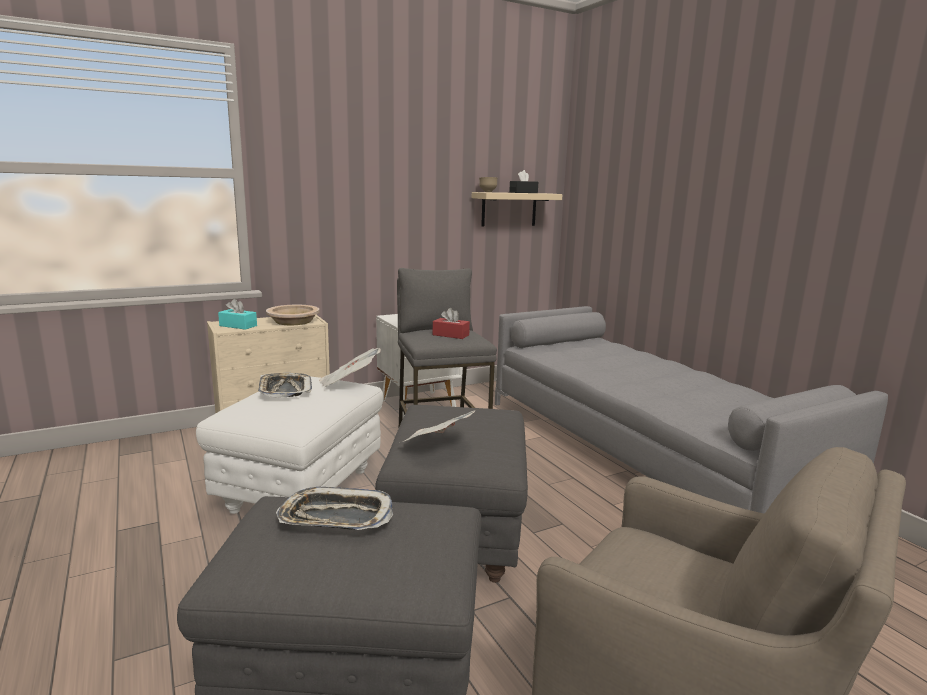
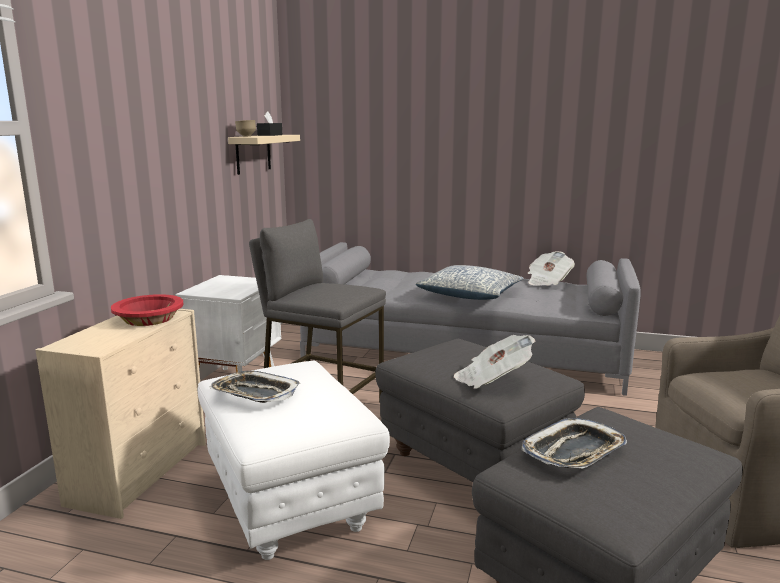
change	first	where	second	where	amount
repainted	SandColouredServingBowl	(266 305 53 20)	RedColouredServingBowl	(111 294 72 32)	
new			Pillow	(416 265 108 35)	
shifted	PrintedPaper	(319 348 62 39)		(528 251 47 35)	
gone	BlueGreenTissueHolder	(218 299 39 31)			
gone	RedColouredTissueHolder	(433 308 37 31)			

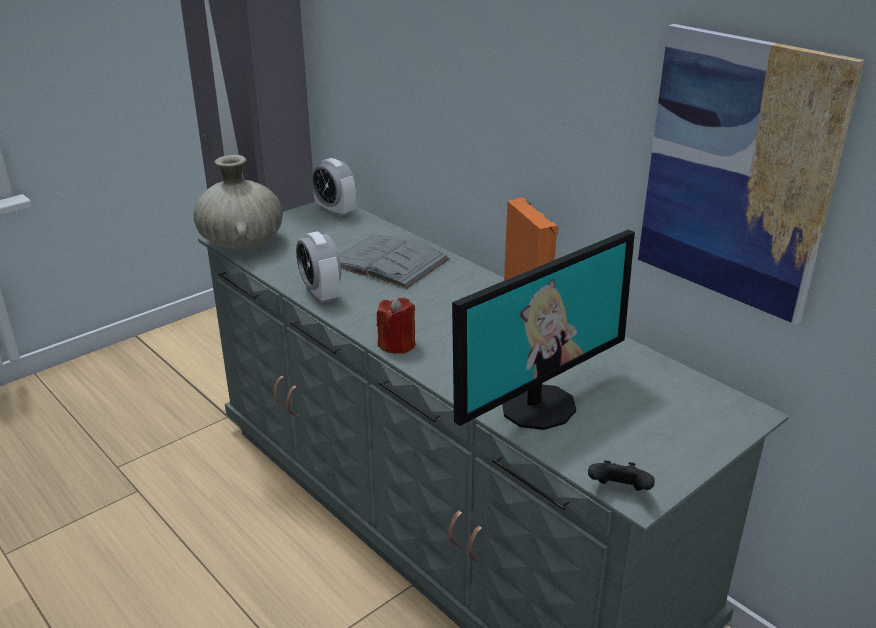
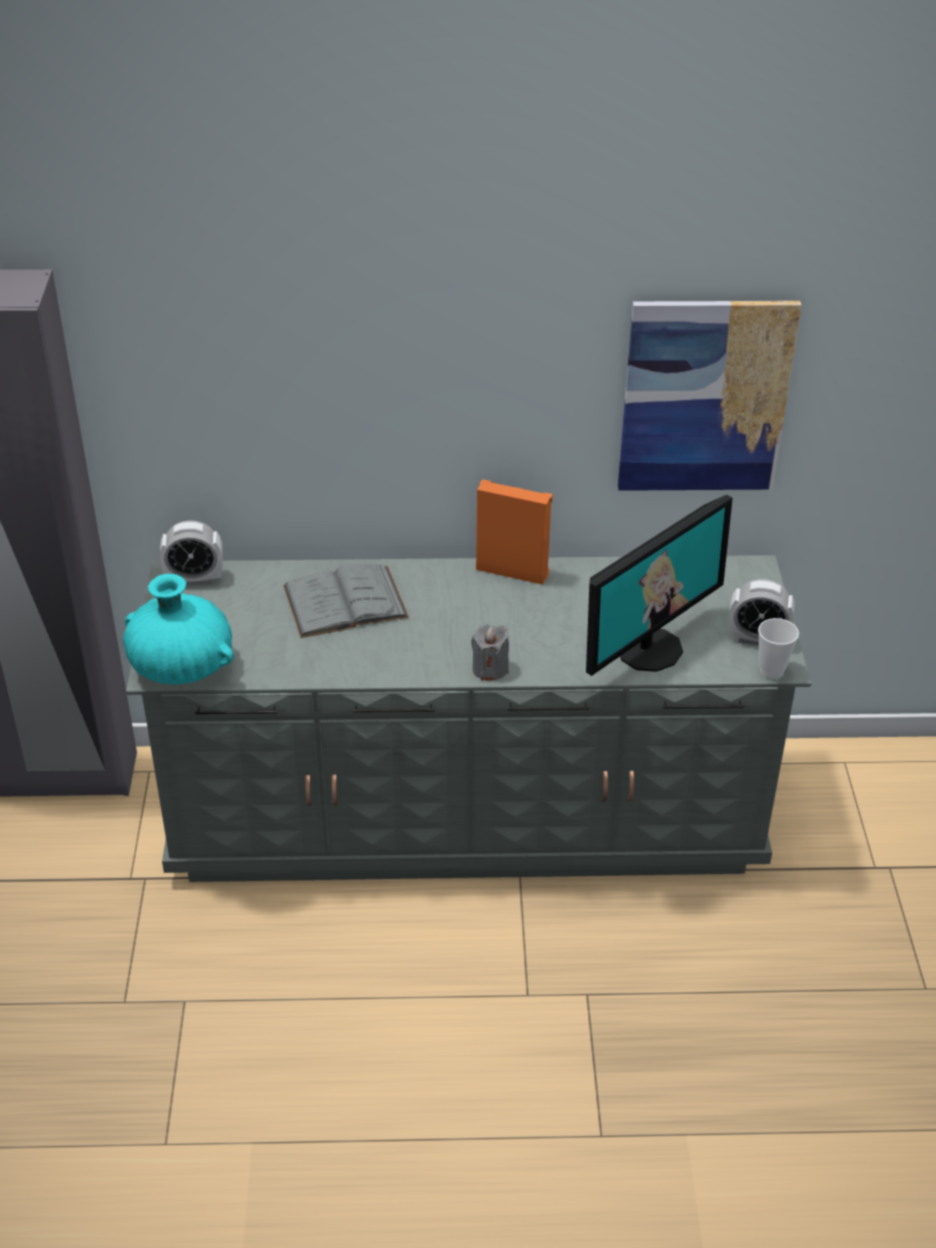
change	first	where	second	where	amount
repainted	SandColouredFlowerVase	(193 155 90 94)	BlueGreenFlowerVase	(123 574 111 110)	
repainted	RedColouredWaxCandle	(377 297 38 57)	GrayWaxCandle	(471 624 38 57)	
rotated	Monitor	(452 230 183 200)		(586 495 147 181)	45 degrees clockwise
shifted	TableClock	(296 232 45 72)		(728 579 67 66)	
swapped	BlackishGameController	(588 460 67 31)	DrinkingCup	(758 618 41 61)	

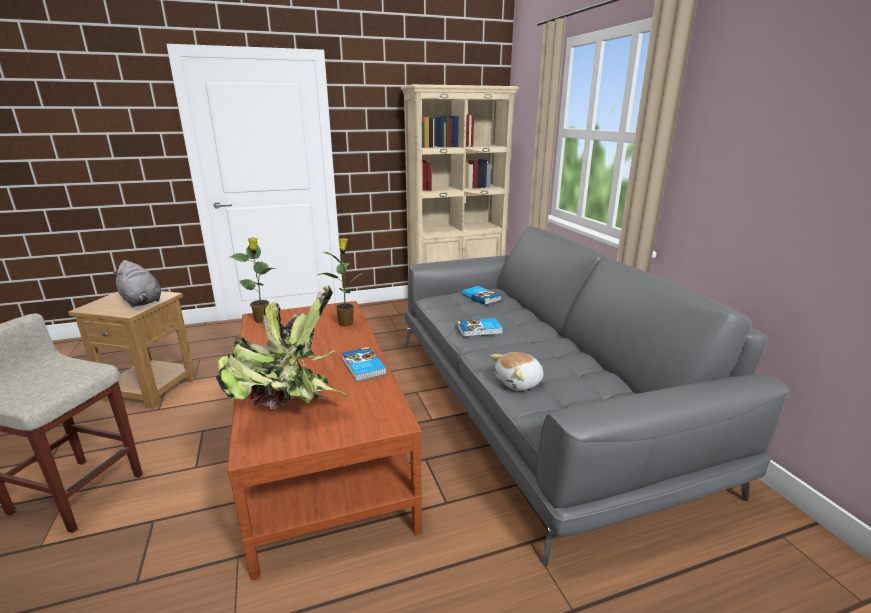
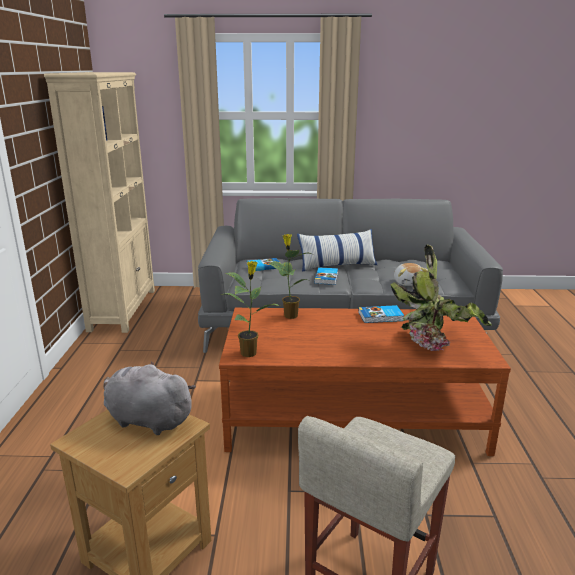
change	first	where	second	where	amount
rotated	GraySoftToy	(113 260 48 47)		(103 362 93 73)	135 degrees counterclockwise
new			Pillow	(297 229 80 42)	

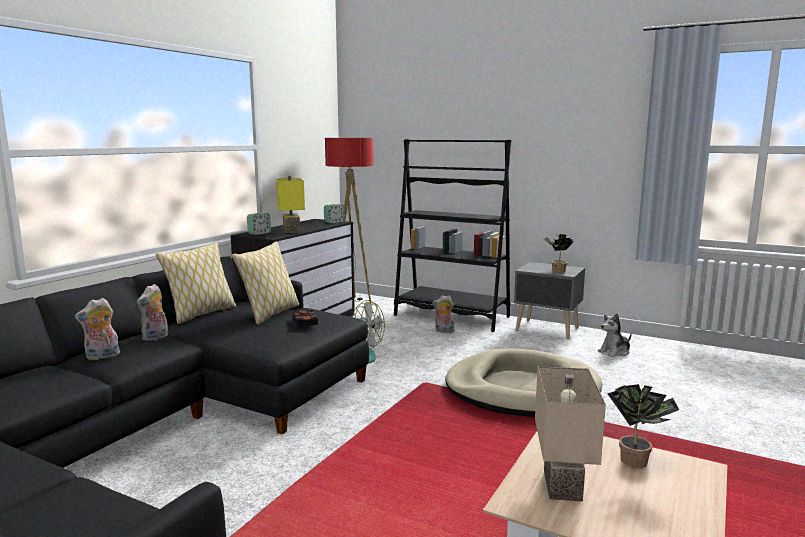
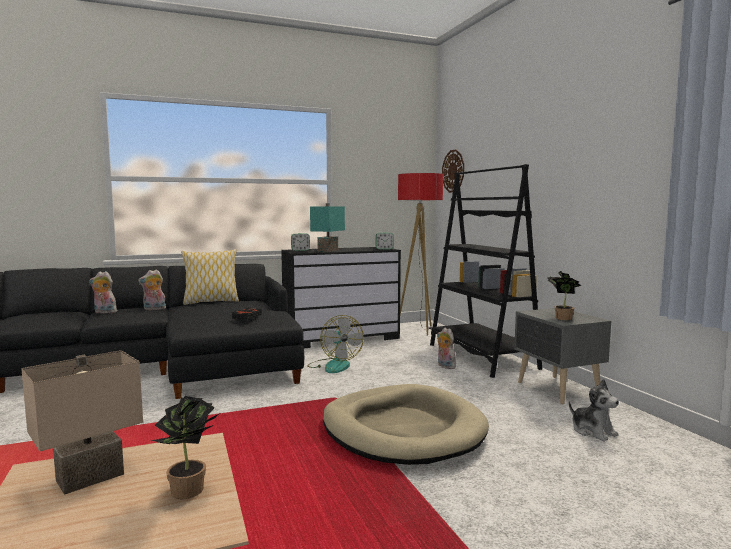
change	first	where	second	where	amount
repainted	YellowTabletopLamp	(276 176 29 57)	BlueGreenTabletopLamp	(310 203 35 49)	
new			HangingClock	(442 149 22 44)	
rotated	SoftToy	(598 313 34 44)		(569 379 50 63)	135 degrees counterclockwise
gone	Pillow	(232 242 67 83)			

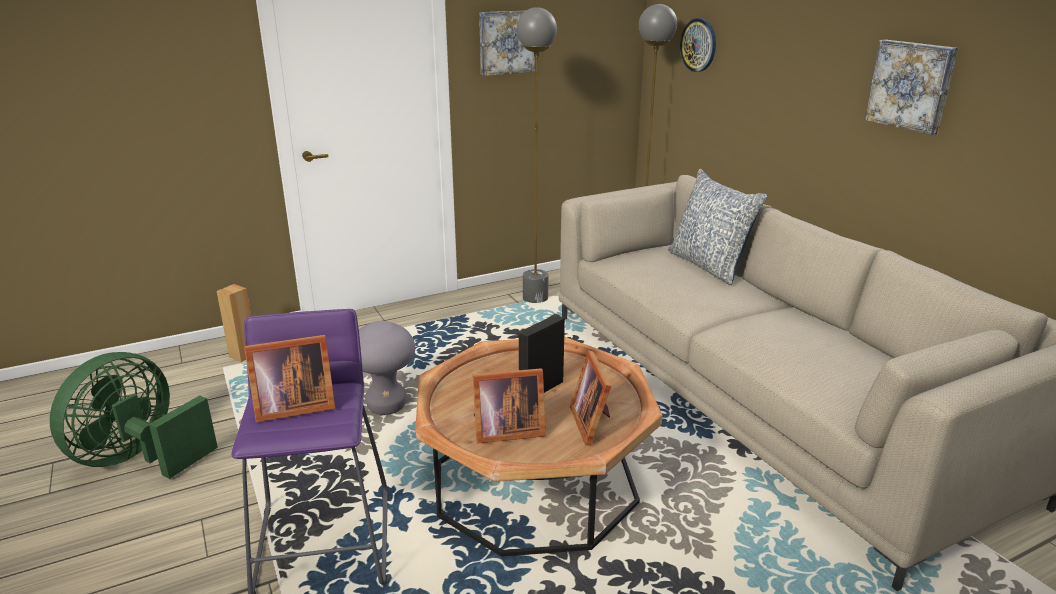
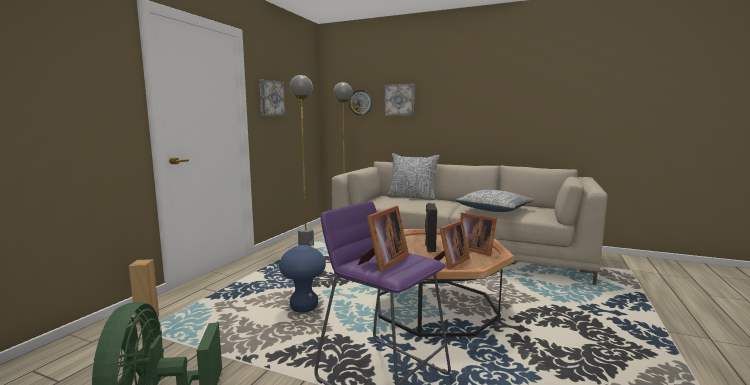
change	first	where	second	where	amount
repainted	GraySittingStool	(359 321 56 94)	BlueColouredSittingStool	(279 245 47 68)	
shifted	Picture	(865 40 93 95)		(385 84 29 32)	
new			Pillow	(456 190 78 22)	

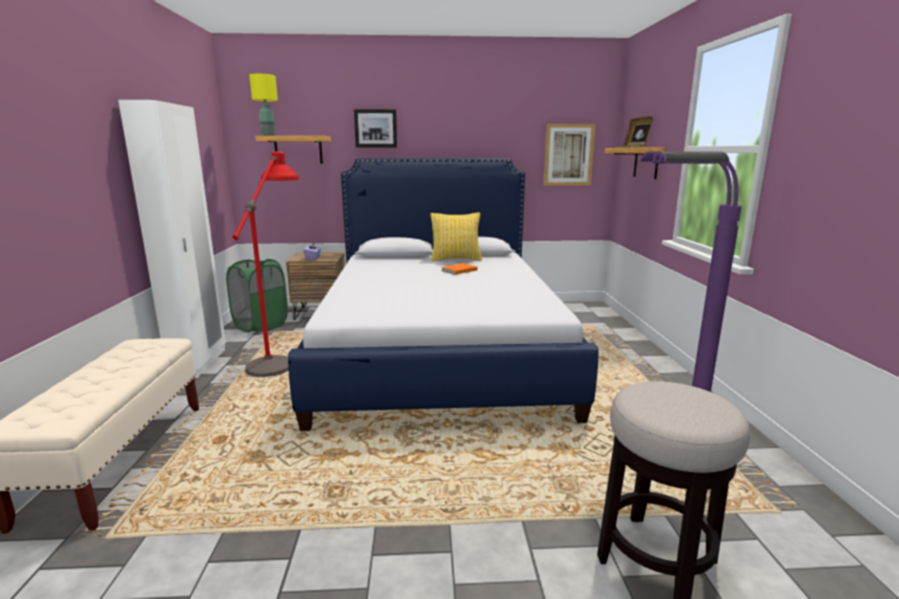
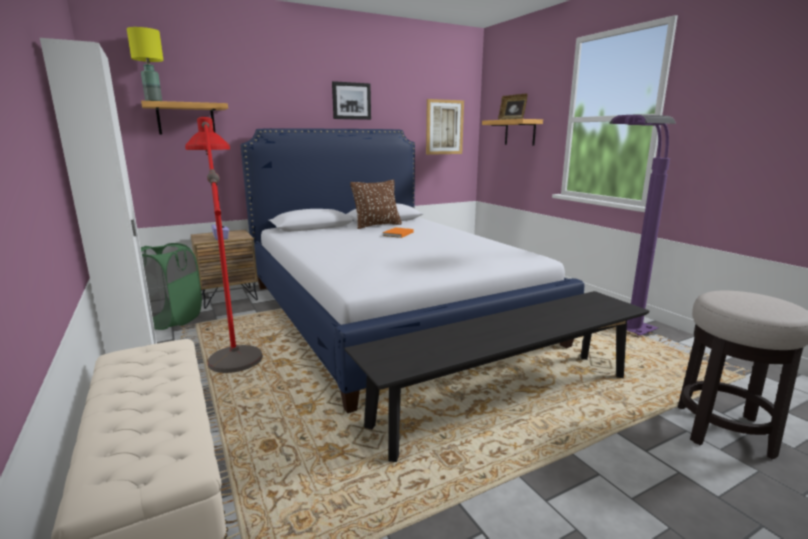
change	first	where	second	where	amount
shifted	Picture	(354 109 43 38)		(332 81 39 39)	
new			BlackishBench	(344 291 305 171)	
repainted	YellowPillow	(430 212 52 49)	BrownColouredPillow	(350 180 52 49)	

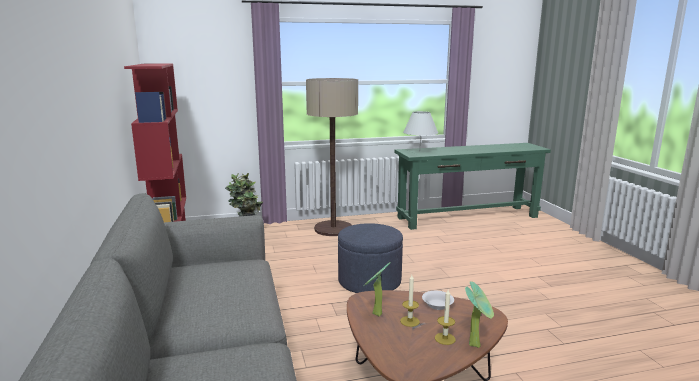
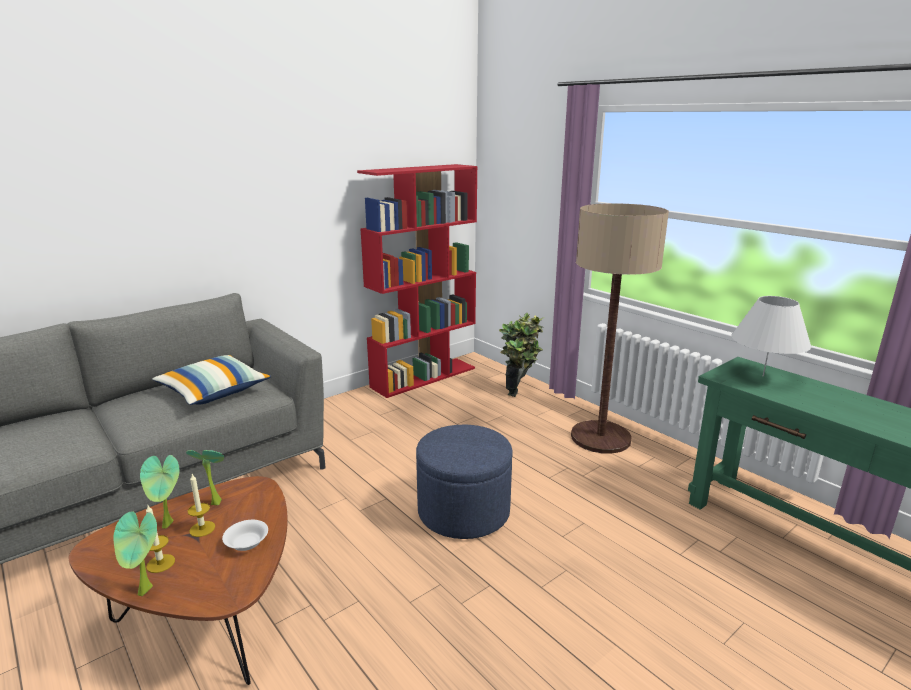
change	first	where	second	where	amount
new			PottedPlant	(140 455 39 74)	
new			Pillow	(152 355 119 50)	

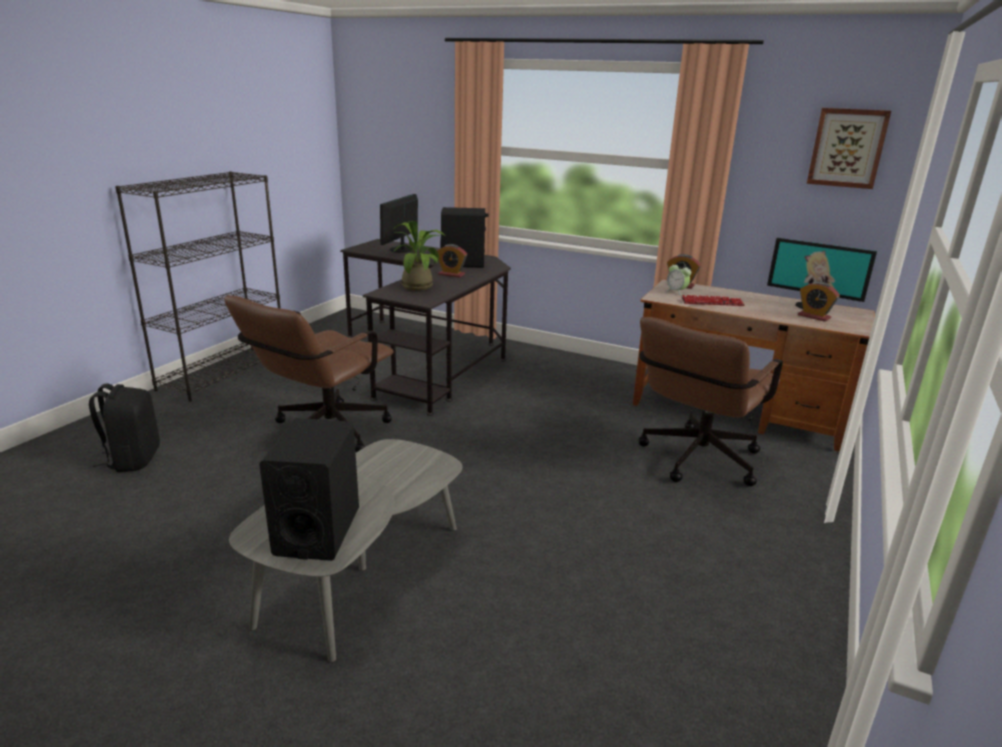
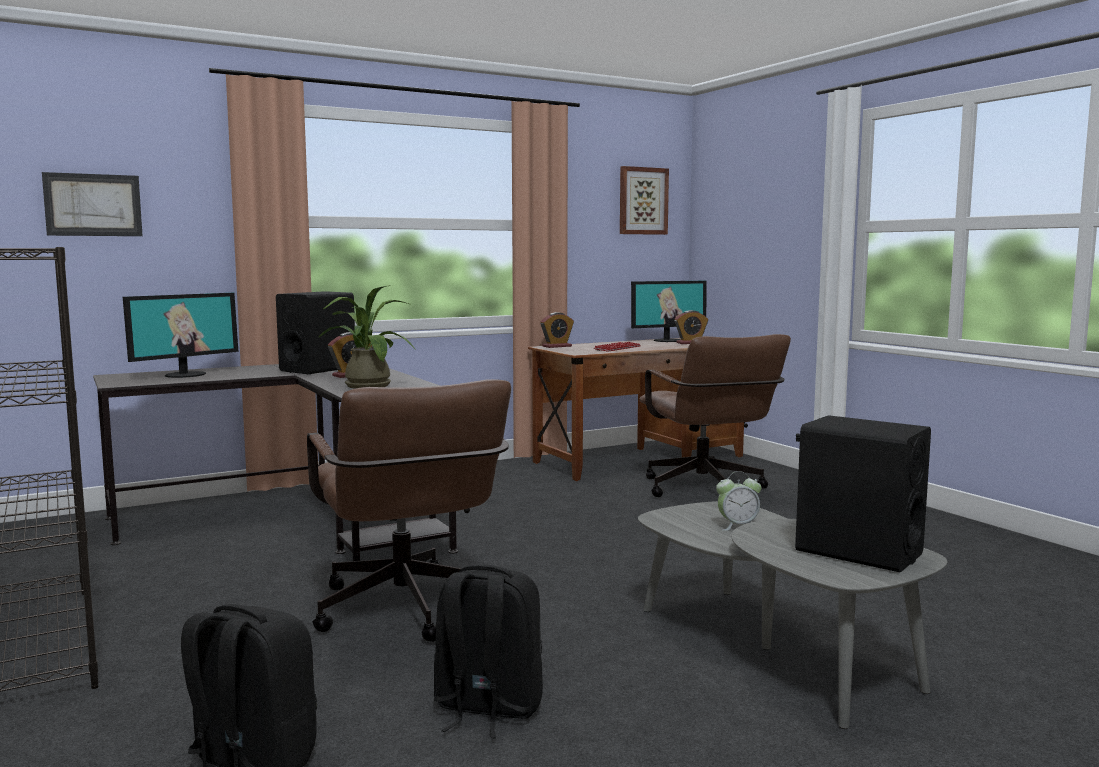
change	first	where	second	where	amount
new			Picture	(42 172 101 64)	
rotated	Monitor	(380 194 38 59)		(123 293 116 85)	105 degrees counterclockwise
new			BlackishRucksack	(433 564 110 175)	
shifted	TableClock	(665 262 26 33)		(716 471 45 60)	

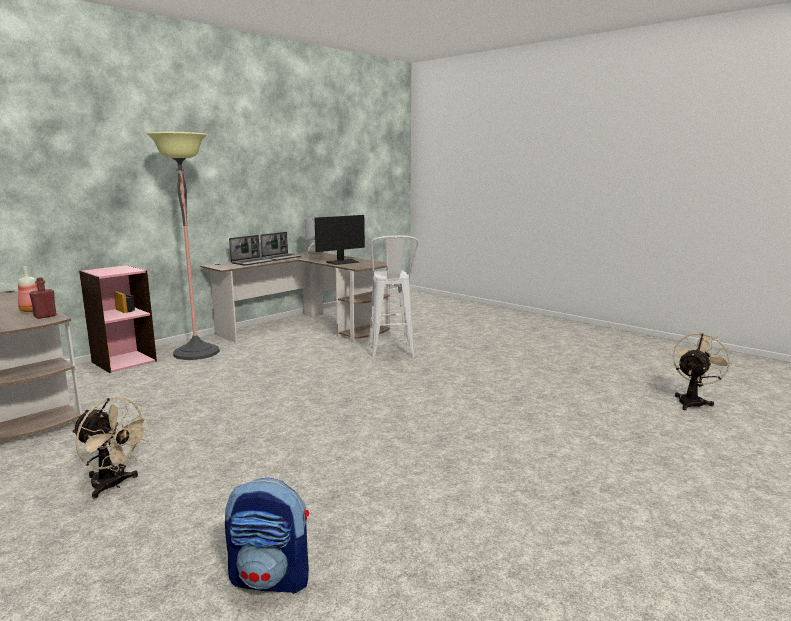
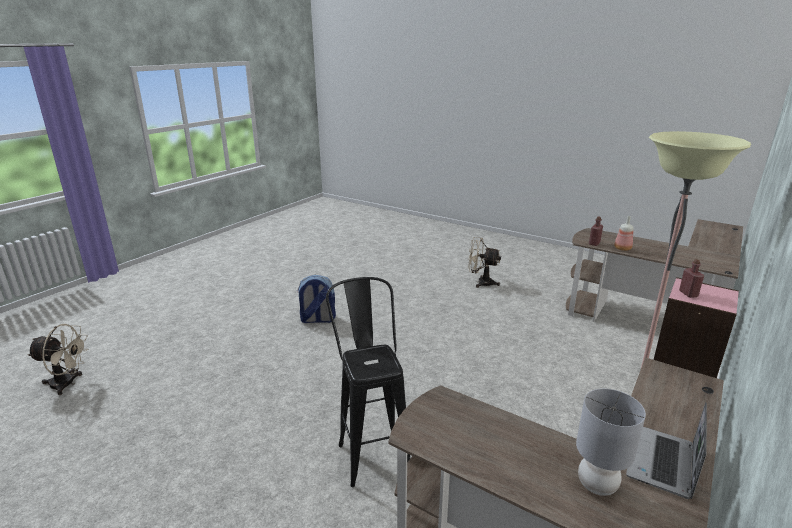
change	first	where	second	where	amount
rotated	SandColouredElectricFan	(672 332 59 78)		(27 324 61 71)	120 degrees counterclockwise
shifted	Rucksack	(225 478 84 116)		(297 275 39 48)	
repainted	WhitishSittingStool	(369 235 50 124)	BlackishSittingStool	(326 277 84 210)	
new			RedColouredBeverageBottle	(679 259 25 39)	
gone	Laptop	(229 235 45 31)			
gone	Monitor	(314 215 51 50)			

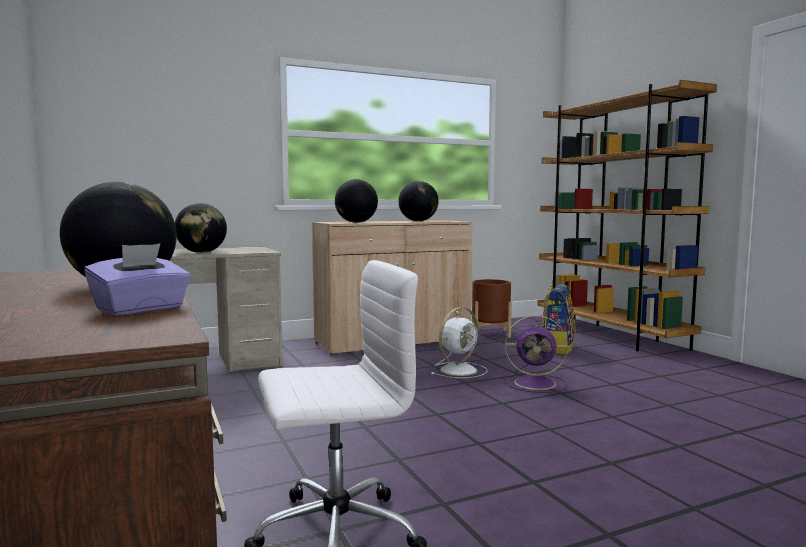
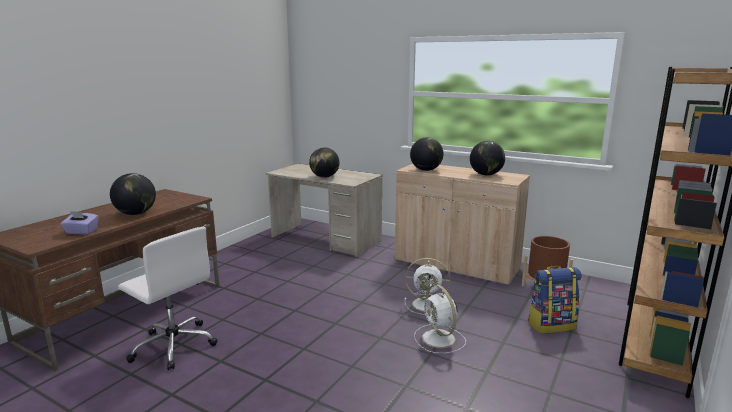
change	first	where	second	where	amount
repainted	PurplishElectricFan	(503 315 65 78)	WhitishElectricFan	(414 285 52 69)	

